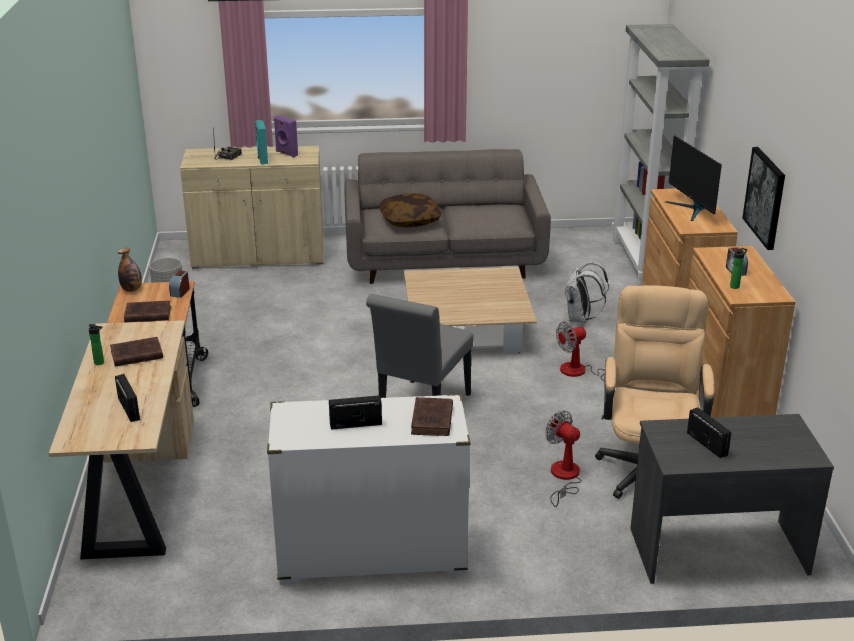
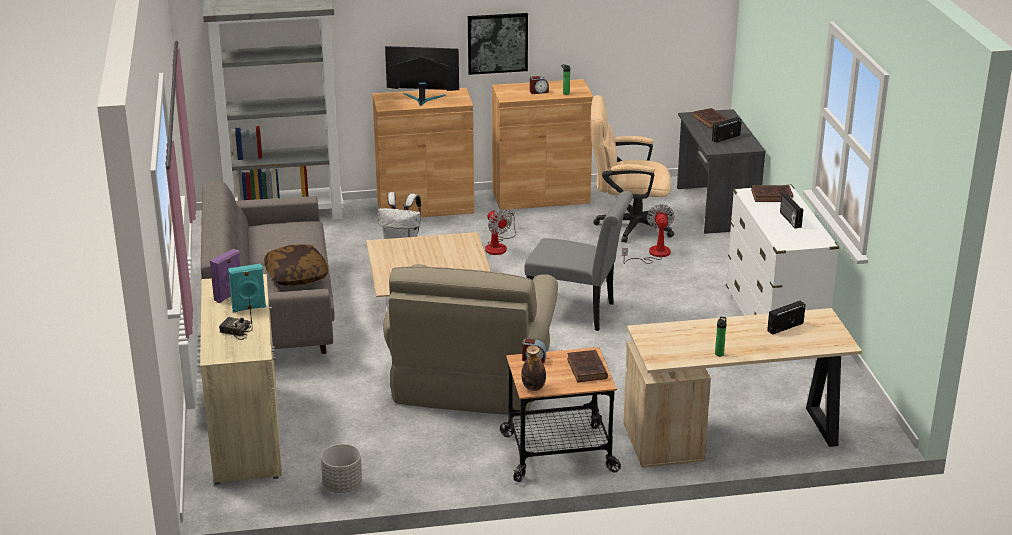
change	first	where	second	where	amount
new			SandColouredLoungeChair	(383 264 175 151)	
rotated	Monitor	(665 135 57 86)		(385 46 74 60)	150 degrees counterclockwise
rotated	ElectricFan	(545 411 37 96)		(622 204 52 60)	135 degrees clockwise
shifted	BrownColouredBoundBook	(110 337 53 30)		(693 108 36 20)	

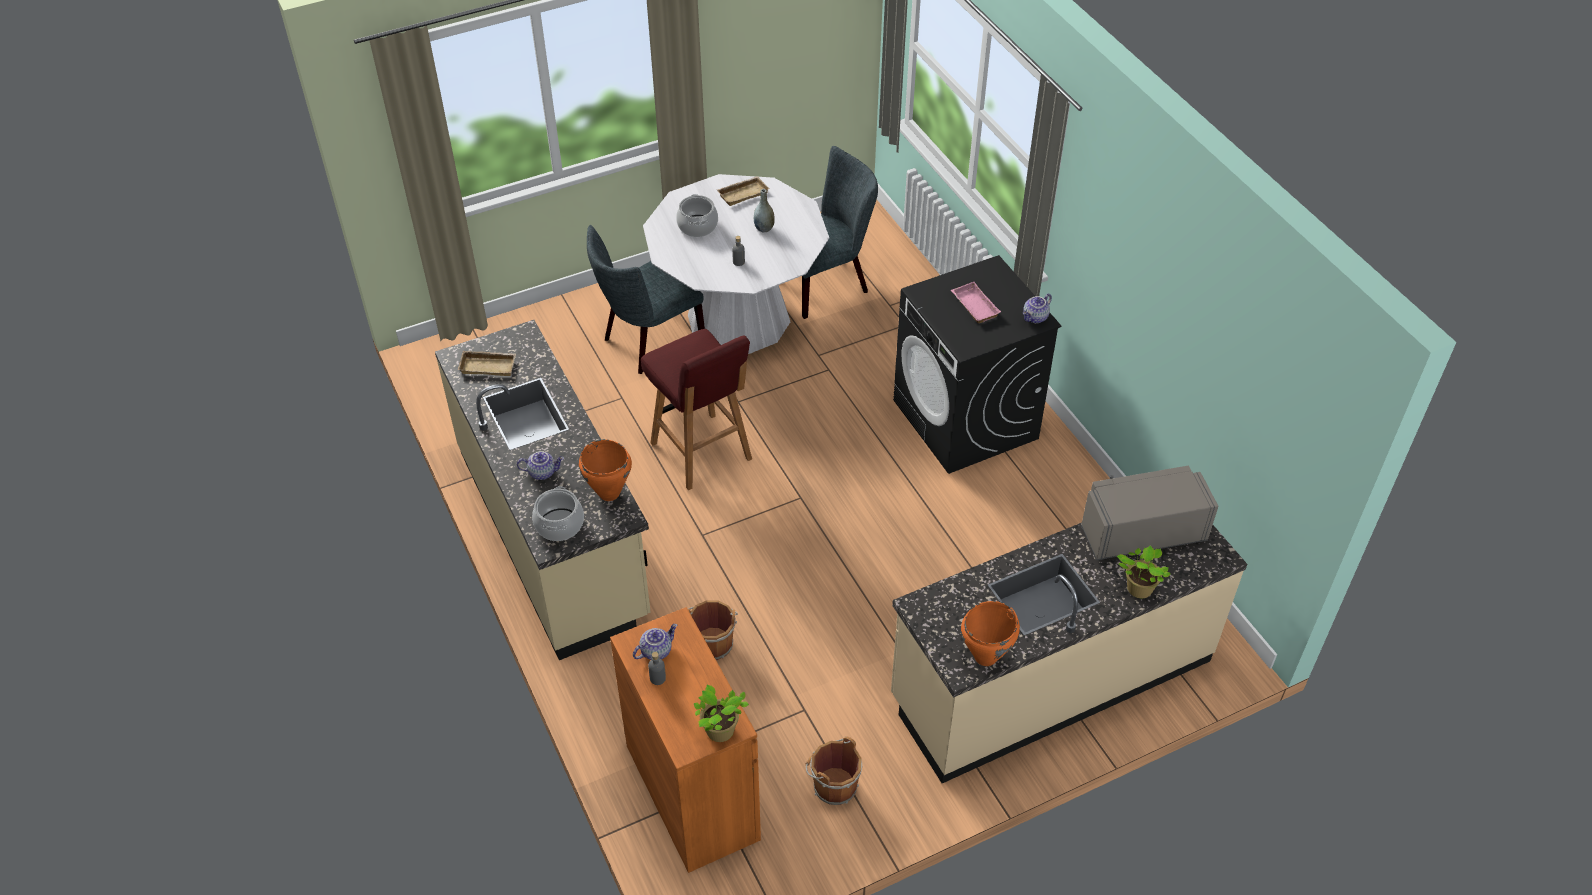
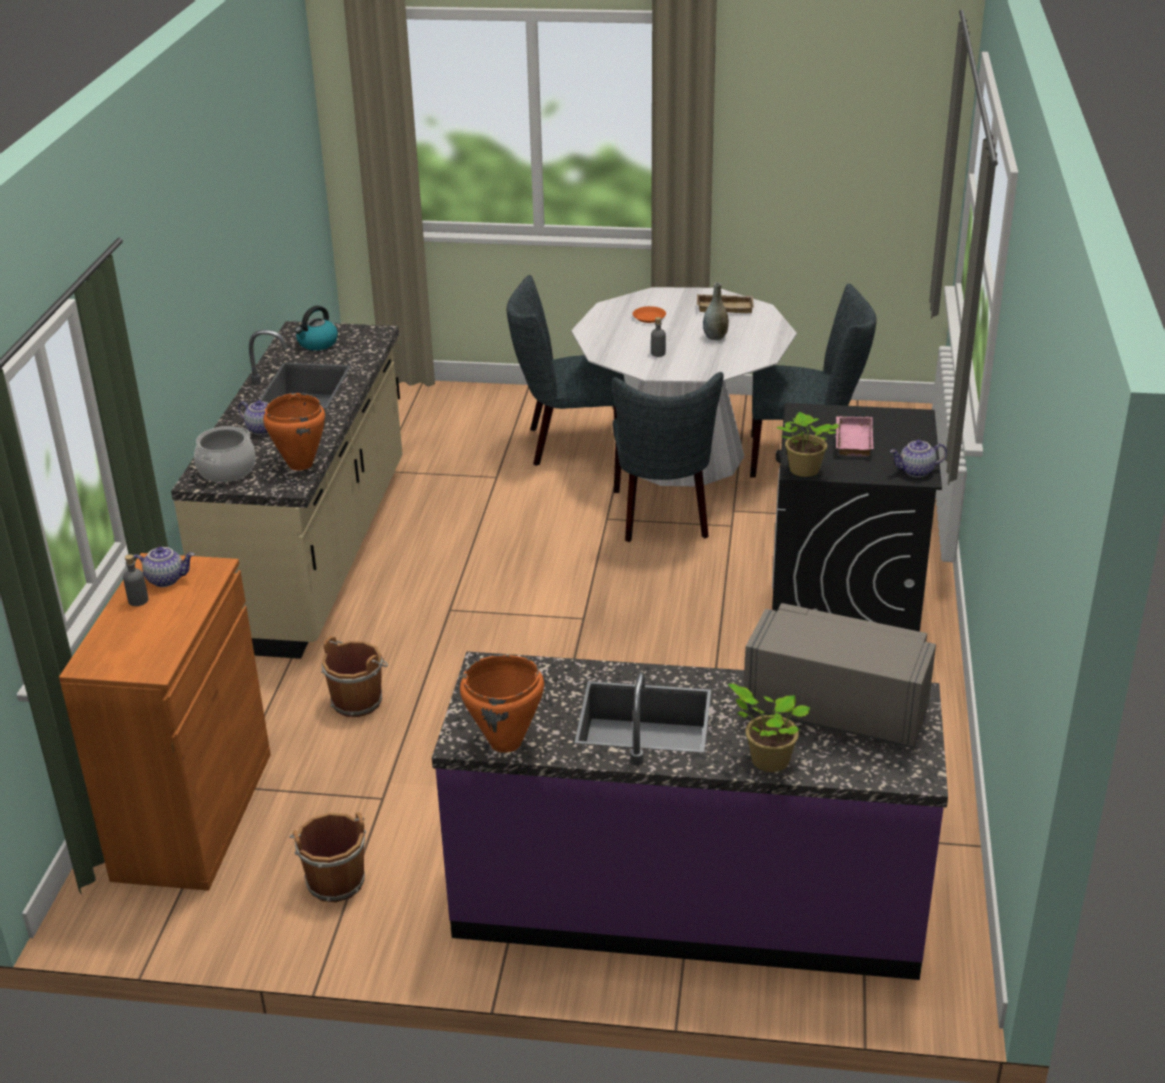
change	first	where	second	where	amount
swapped	SandColouredCarryingTray	(458 351 58 25)	TeaKettle	(295 306 43 44)	
repainted	SandColouredCounter	(891 523 356 260)	PurplishCounter	(432 651 516 329)	
new			GrayUprightChair	(612 372 111 170)	
swapped	Stockpot	(676 194 42 43)	OrangeColouredFlatDish	(633 306 33 17)	
shifted	PottedPlant	(694 685 55 57)		(777 412 62 65)	
gone	RedColouredSittingStool	(641 329 111 161)			

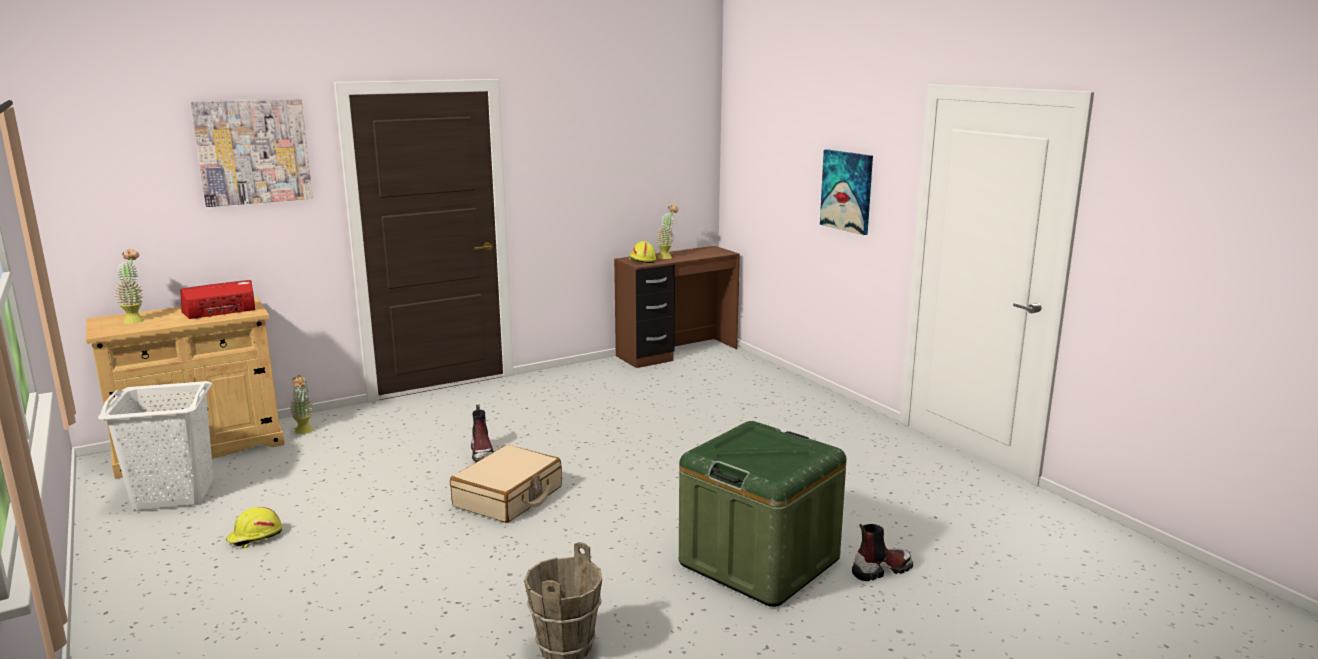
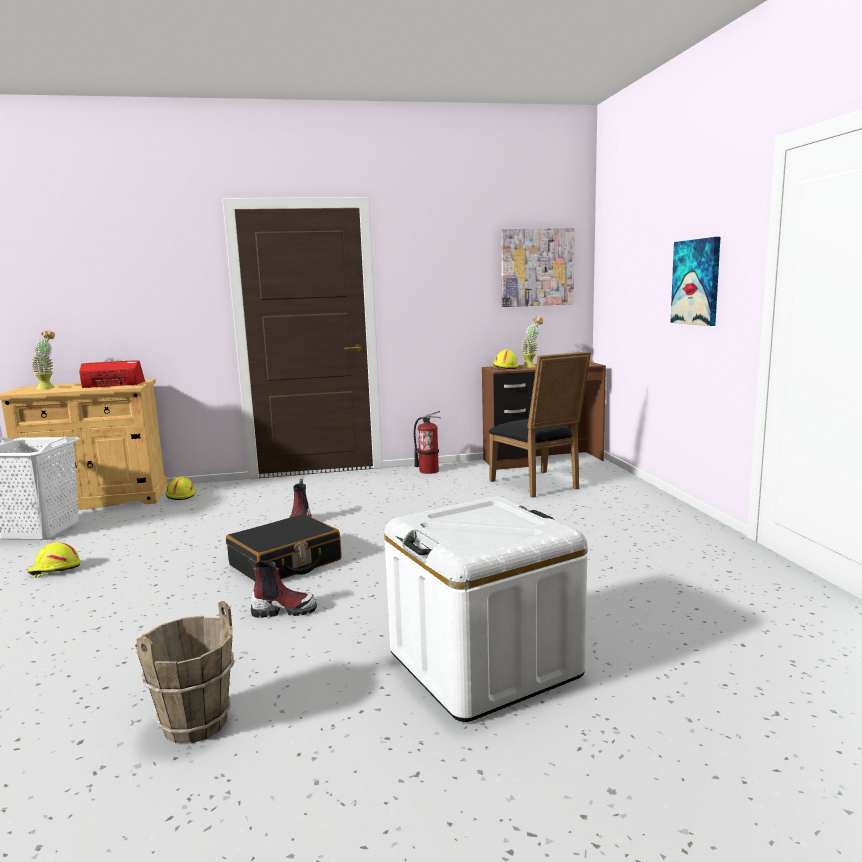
change	first	where	second	where	amount
swapped	PottedPlant	(289 375 24 59)	YellowHardHat	(165 476 31 24)	
repainted	SandColouredSuitcase	(450 445 112 78)	BlackishSuitcase	(226 514 115 67)	
shifted	HighTopBoot	(852 524 61 57)		(249 558 68 60)	
repainted	GreenishStorageBox	(679 421 168 186)	WhitishStorageBox	(384 496 203 226)	
new			FireFightingCylinder	(414 411 27 63)	
new			BlackishUprightChair	(489 351 102 147)	
shifted	Picture	(190 99 123 108)		(501 228 74 79)	

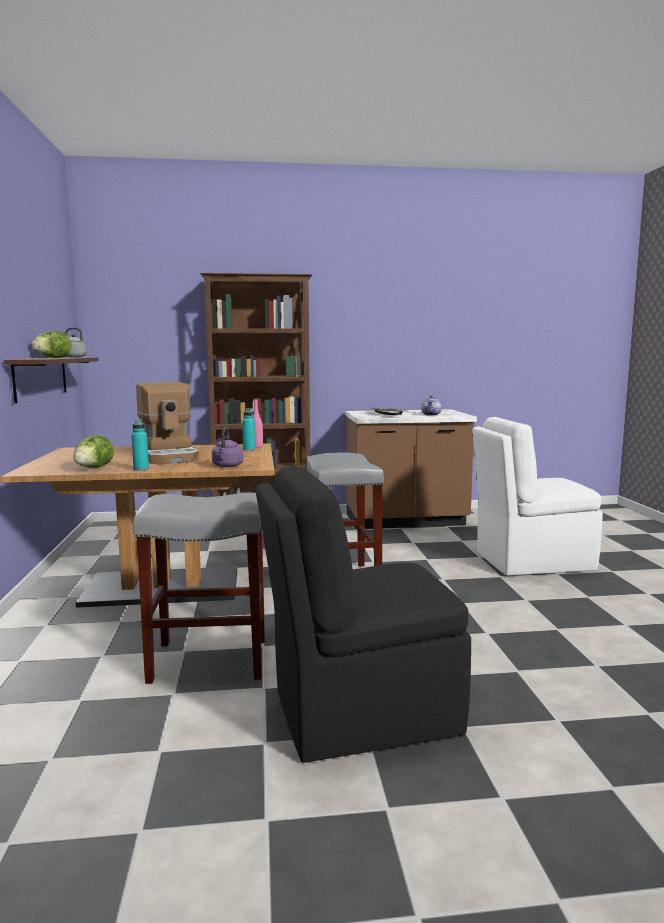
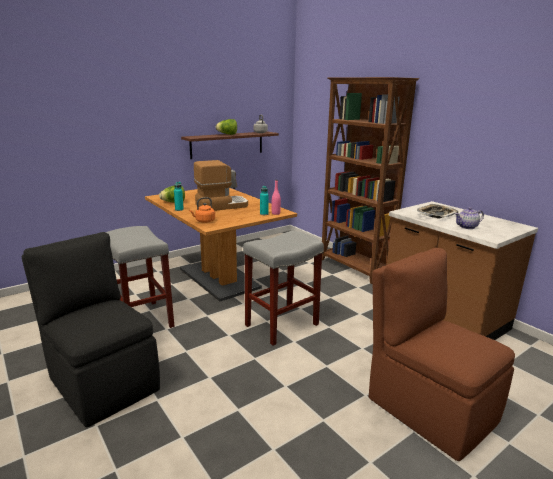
change	first	where	second	where	amount
repainted	PurplishTeaKettle	(212 427 31 40)	OrangeColouredTeaKettle	(189 197 26 26)	
rotated	CoffeeMachine	(136 382 63 82)		(194 160 54 51)	150 degrees counterclockwise
repainted	WhitishUprightChair	(472 417 131 159)	BrownColouredUprightChair	(369 248 146 213)	

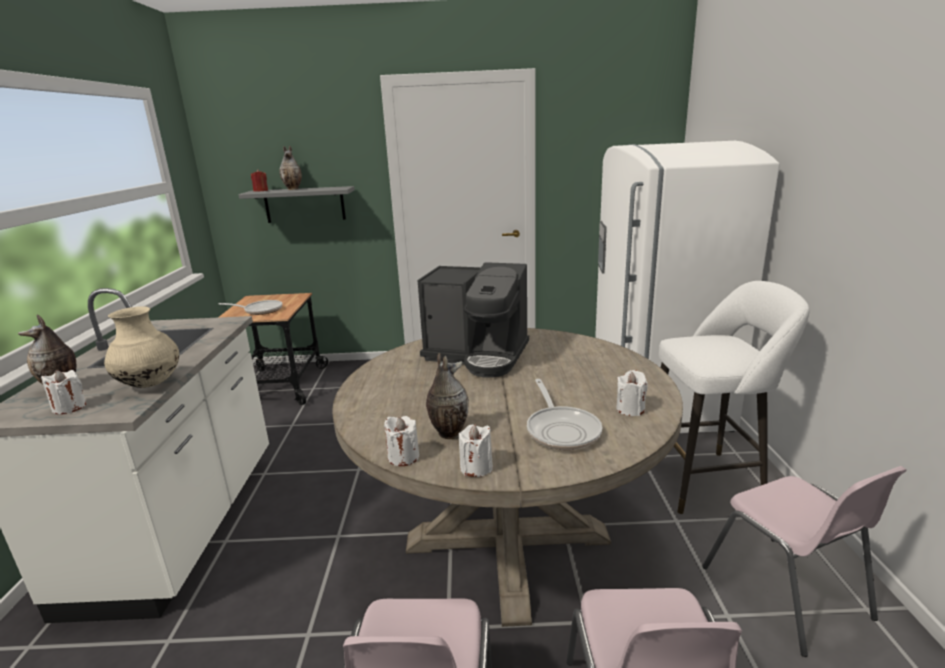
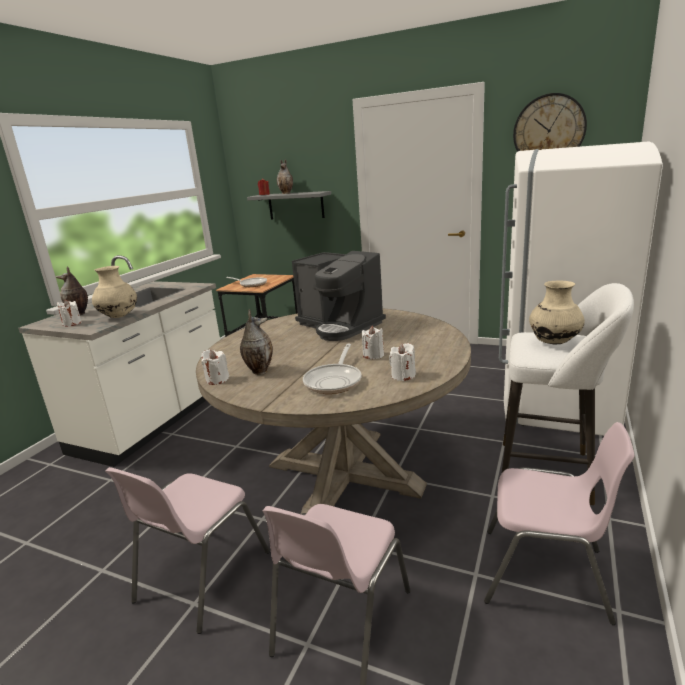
change	first	where	second	where	amount
shifted	WhitishWaxCandle	(459 424 34 53)		(362 326 22 33)	
rotated	PinkUprightChair	(702 466 205 191)		(484 422 151 203)	75 degrees counterclockwise
new			HangingClock	(513 93 74 59)	
new			SandColouredFlowerVase	(529 281 56 63)	

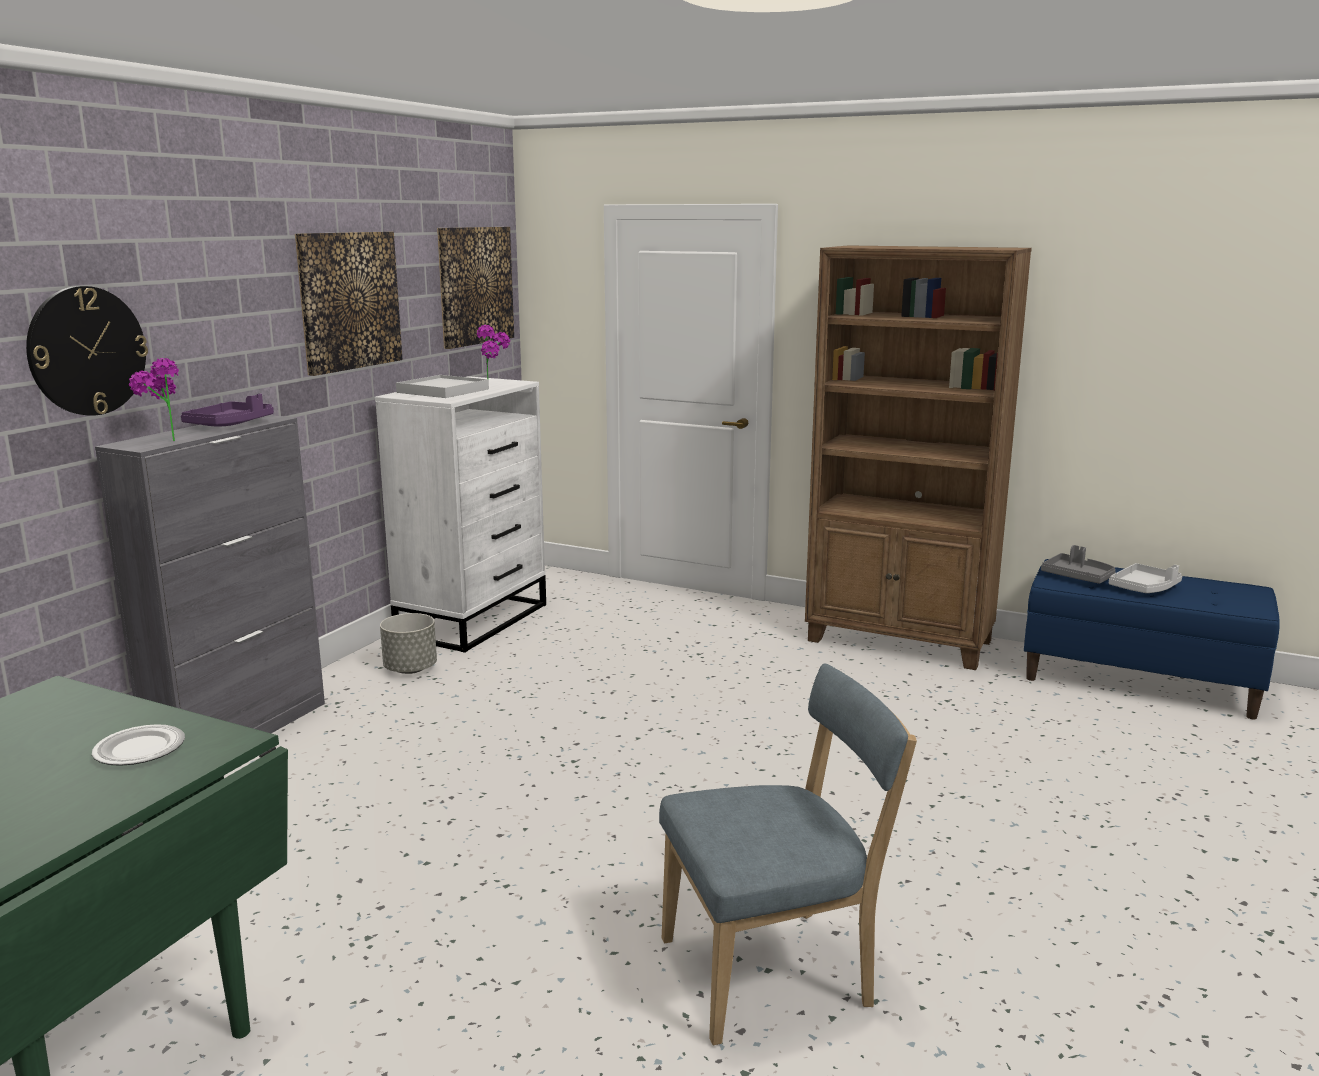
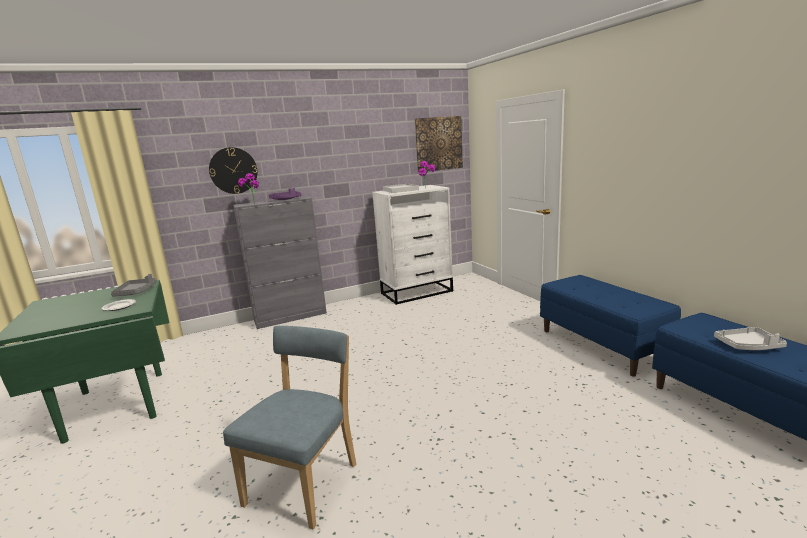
change	first	where	second	where	amount
shifted	GrayCarryingTray	(1041 545 75 39)		(111 274 46 22)	
rotated	BlueColouredUprightChair	(659 664 258 381)		(223 326 133 204)	90 degrees counterclockwise
swapped	BrownColouredBookshelf	(805 246 227 424)	BlueColouredBench	(540 275 141 101)	
gone	Picture	(295 232 107 144)			
gone	GrayPlanter	(380 613 57 61)			

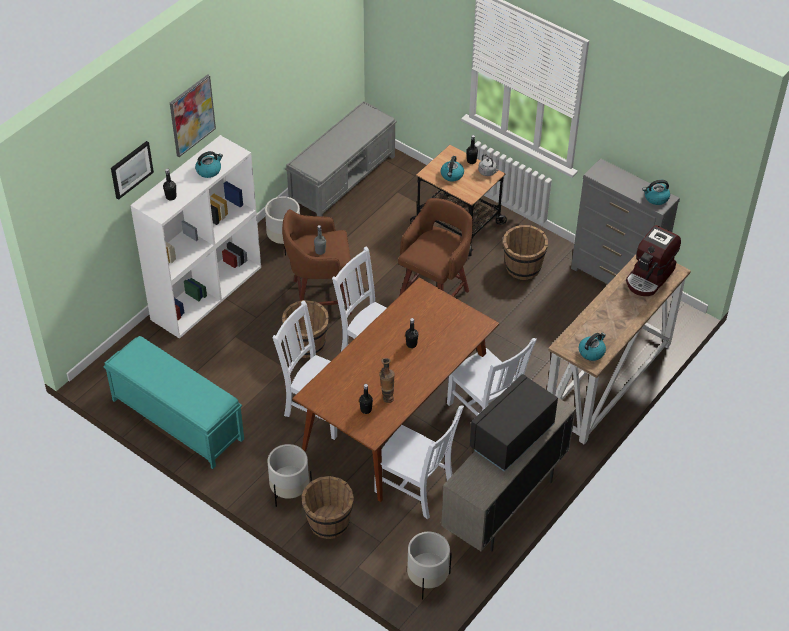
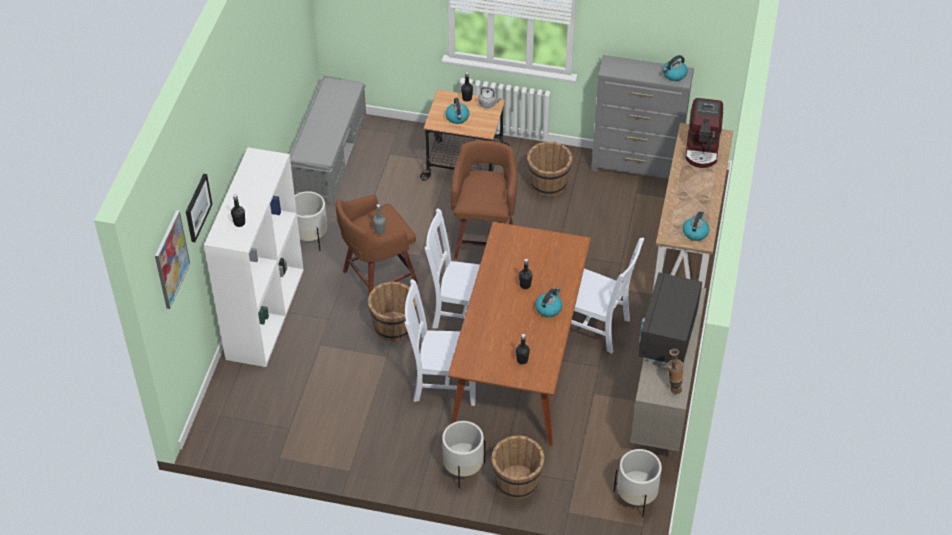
change	first	where	second	where	amount
shifted	Picture	(170 74 46 83)		(155 210 35 99)	
shifted	TeaKettle	(195 151 28 27)		(535 288 27 29)	
shifted	FlowerVase	(379 358 16 45)		(667 349 16 45)	
gone	BlueGreenBench	(103 336 141 133)			
gone	WhitishUprightChair	(374 406 90 113)			

